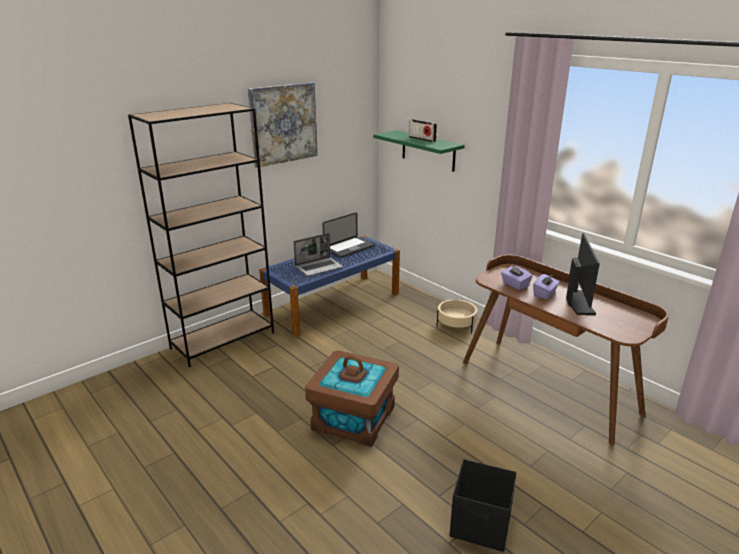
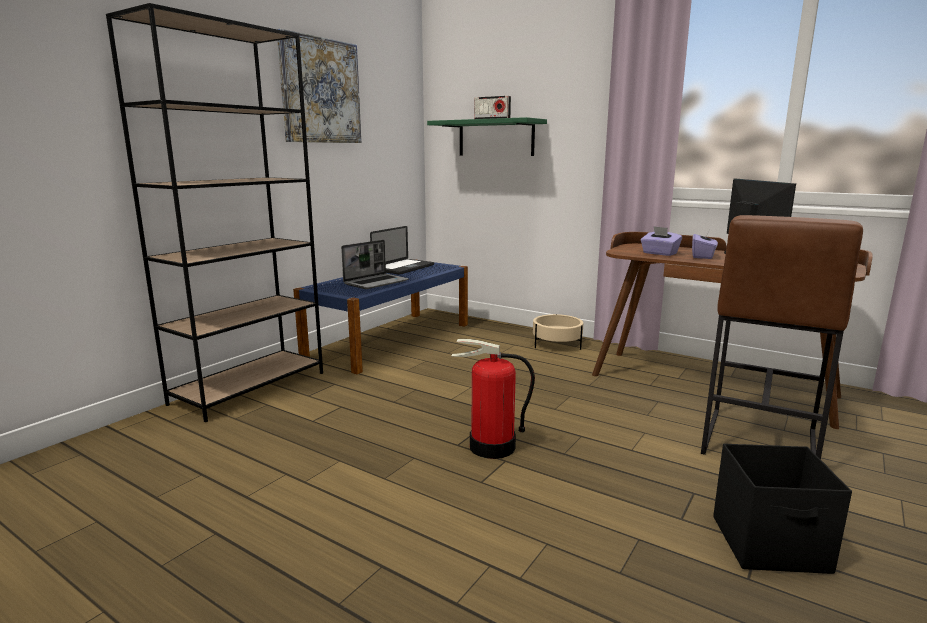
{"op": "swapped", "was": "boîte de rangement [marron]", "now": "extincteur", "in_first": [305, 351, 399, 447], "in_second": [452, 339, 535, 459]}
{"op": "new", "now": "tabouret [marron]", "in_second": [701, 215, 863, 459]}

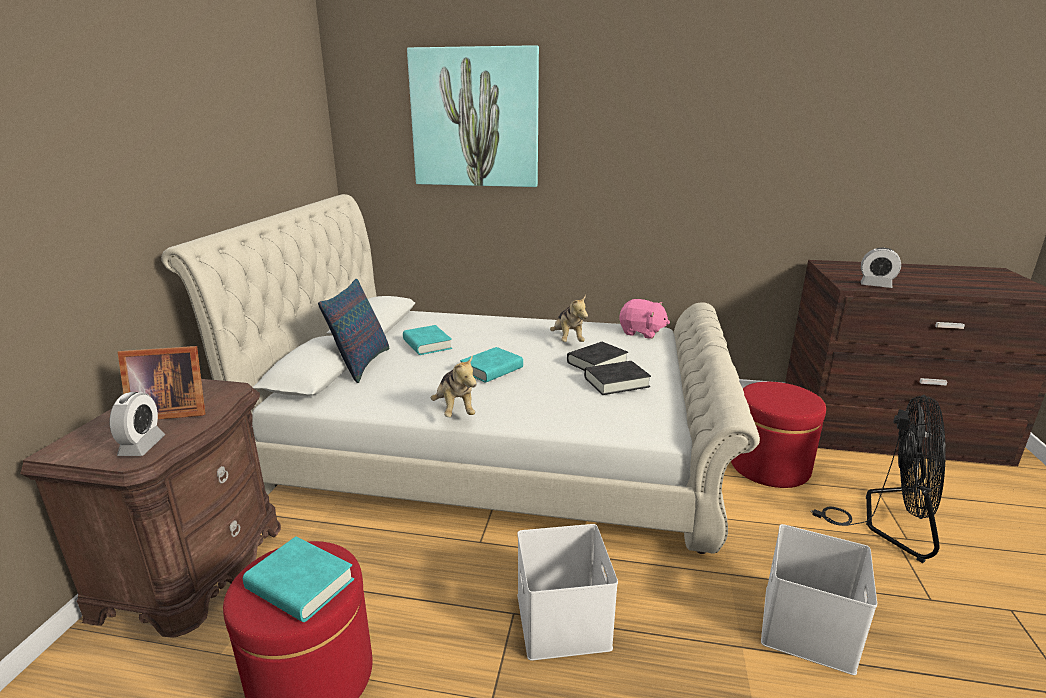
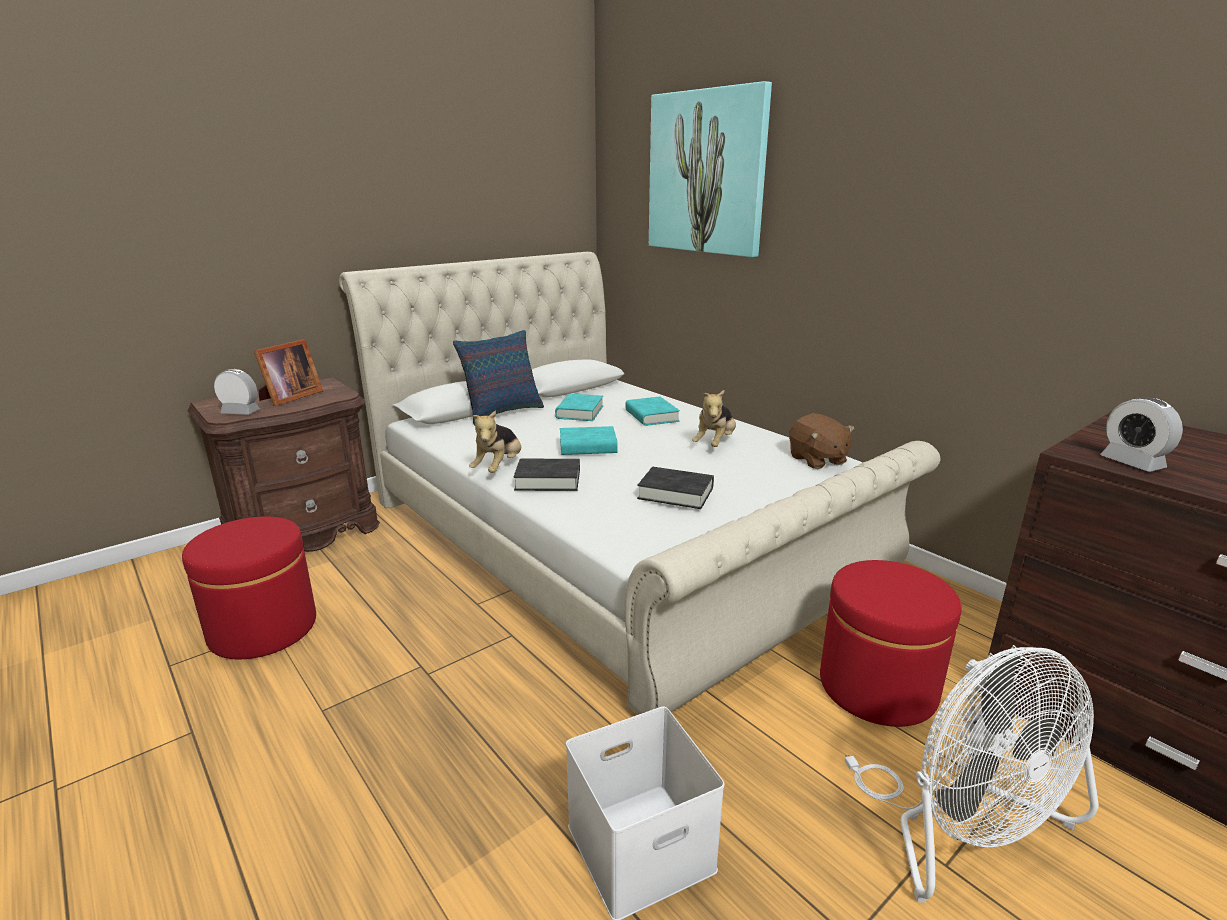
{"op": "rotated", "was": "réveil", "in_first": [110, 392, 165, 456], "in_second": [214, 369, 260, 415], "clockwise": -120}
{"op": "rotated", "was": "cadre photo", "in_first": [117, 346, 205, 419], "in_second": [254, 339, 323, 406], "clockwise": -90}
{"op": "shifted", "was": "livre [noir]", "in_first": [567, 342, 628, 370], "in_second": [514, 459, 580, 491]}
{"op": "shifted", "was": "livre [turquoise]", "in_first": [243, 536, 354, 622], "in_second": [625, 397, 680, 426]}
{"op": "repainted", "was": "peluche [rose]", "now": "peluche [marron]", "in_first": [619, 299, 670, 339], "in_second": [789, 413, 855, 469]}
{"op": "repainted", "was": "ventilateur [noir]", "now": "ventilateur [blanc]", "in_first": [810, 395, 946, 563], "in_second": [845, 645, 1099, 903]}
{"op": "gone", "was": "boîte de rangement [blanc]", "in_first": [517, 524, 618, 661]}

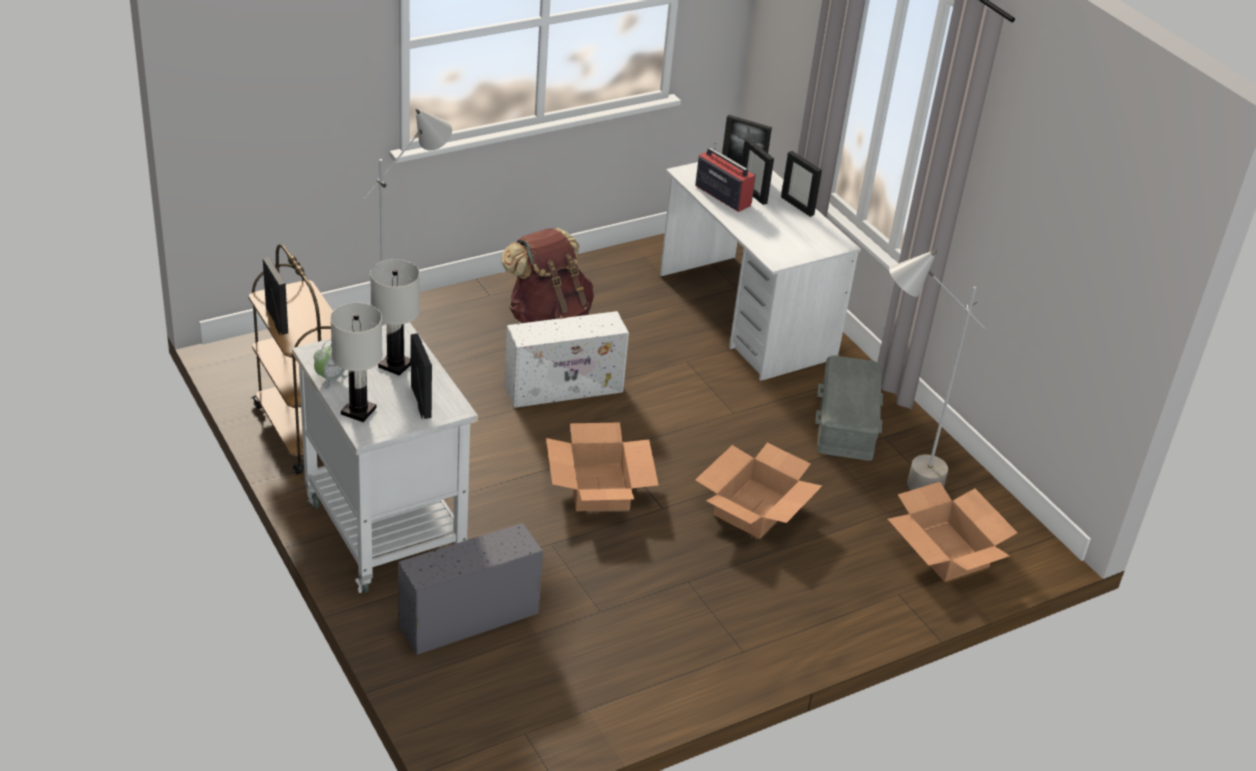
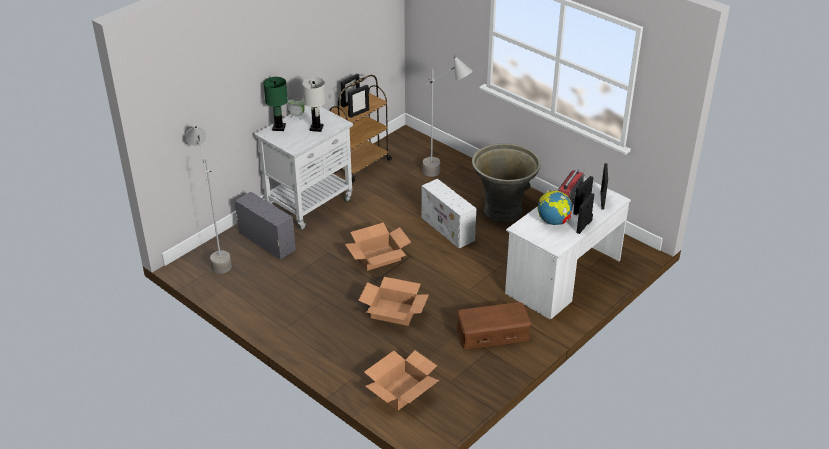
{"op": "shifted", "was": "lampadaire [gris]", "in_first": [889, 250, 985, 490], "in_second": [185, 126, 232, 274]}
{"op": "repainted", "was": "lampe de table [blanc]", "now": "lampe de table [vert]", "in_first": [330, 303, 383, 422], "in_second": [263, 77, 288, 131]}
{"op": "shifted", "was": "cadre photo", "in_first": [411, 333, 432, 419], "in_second": [348, 85, 369, 118]}
{"op": "repainted", "was": "boîte de rangement [gris]", "now": "boîte de rangement [marron]", "in_first": [815, 355, 883, 461], "in_second": [456, 302, 531, 349]}
{"op": "swapped", "was": "sac à dos [marron]", "now": "cache-pot [gris]", "in_first": [501, 228, 594, 323], "in_second": [472, 143, 541, 222]}
{"op": "new", "now": "globe", "in_second": [538, 189, 572, 225]}

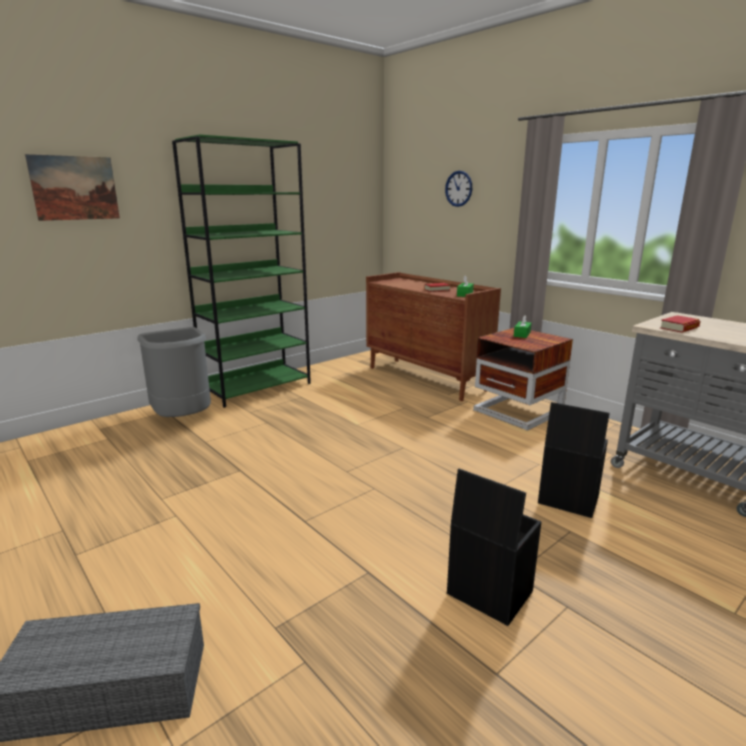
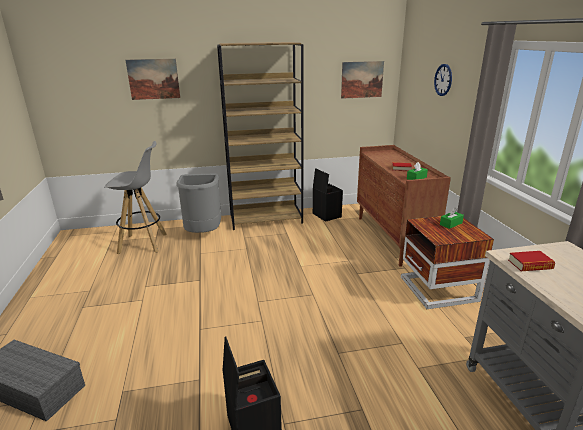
{"op": "new", "now": "tabouret [gris]", "in_second": [104, 141, 167, 254]}
{"op": "repainted", "was": "bibliothèque [vert]", "now": "bibliothèque [marron]", "in_first": [172, 134, 311, 408], "in_second": [217, 42, 304, 230]}
{"op": "shifted", "was": "boîte de rangement [noir]", "in_first": [538, 402, 610, 518], "in_second": [313, 168, 343, 222]}
{"op": "new", "now": "tableau", "in_second": [341, 61, 384, 99]}

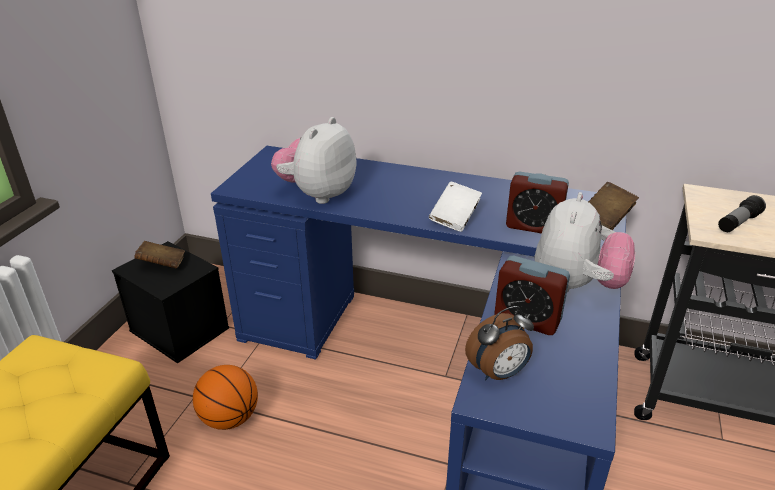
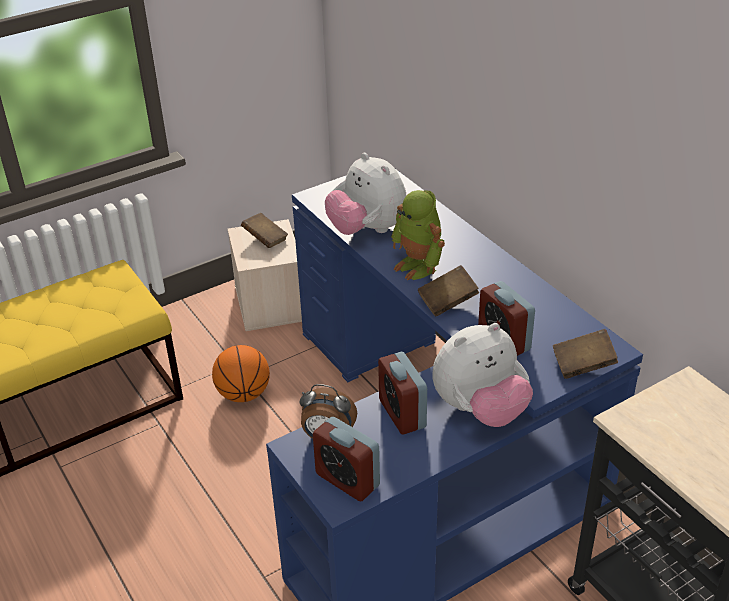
{"op": "repainted", "was": "boîte de rangement [noir]", "now": "boîte de rangement [beige]", "in_first": [112, 241, 229, 364], "in_second": [228, 219, 302, 331]}
{"op": "new", "now": "réveil", "in_second": [313, 417, 380, 502]}
{"op": "rotated", "was": "peluche", "in_first": [271, 117, 356, 204], "in_second": [325, 153, 406, 235], "clockwise": -105}
{"op": "new", "now": "robot jouet", "in_second": [391, 190, 445, 280]}
{"op": "repainted", "was": "livre [blanc]", "now": "livre [marron]", "in_first": [429, 182, 482, 232], "in_second": [418, 265, 479, 316]}
{"op": "gone", "was": "lampe de poche", "in_first": [718, 195, 766, 232]}

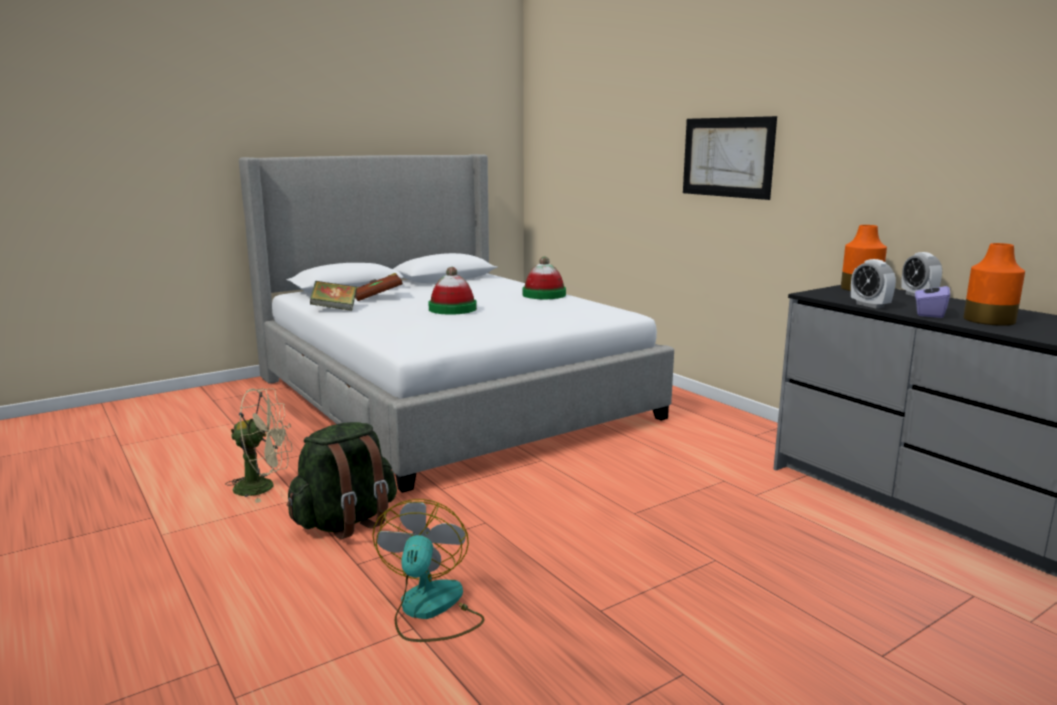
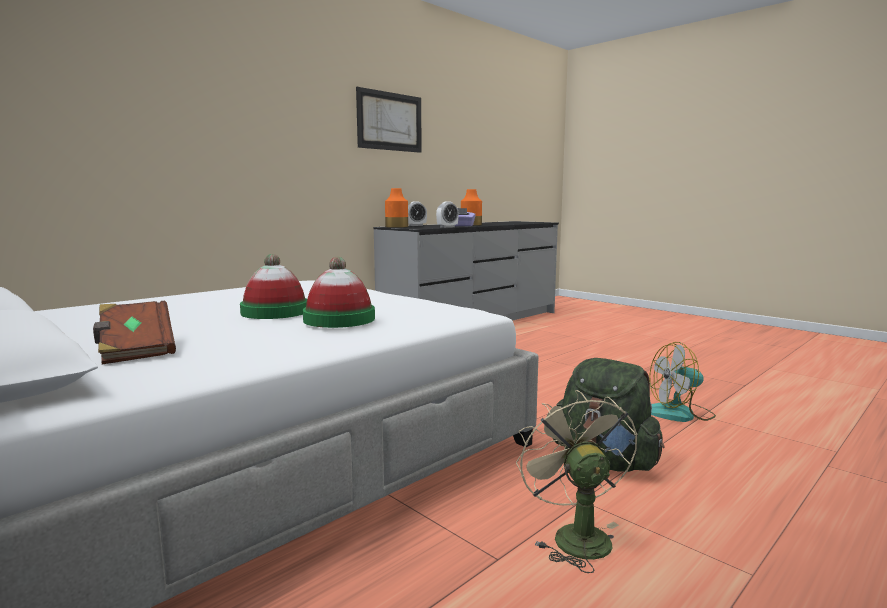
{"op": "shifted", "was": "chapeau", "in_first": [523, 256, 566, 299], "in_second": [303, 257, 375, 328]}
{"op": "shifted", "was": "tableau", "in_first": [683, 116, 777, 200], "in_second": [356, 87, 422, 153]}
{"op": "gone", "was": "livre", "in_first": [310, 281, 357, 311]}

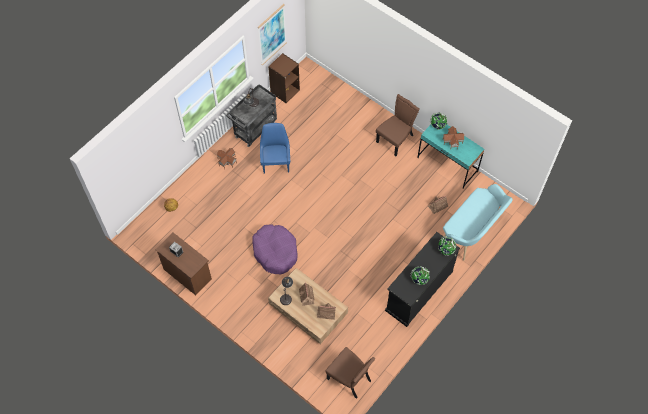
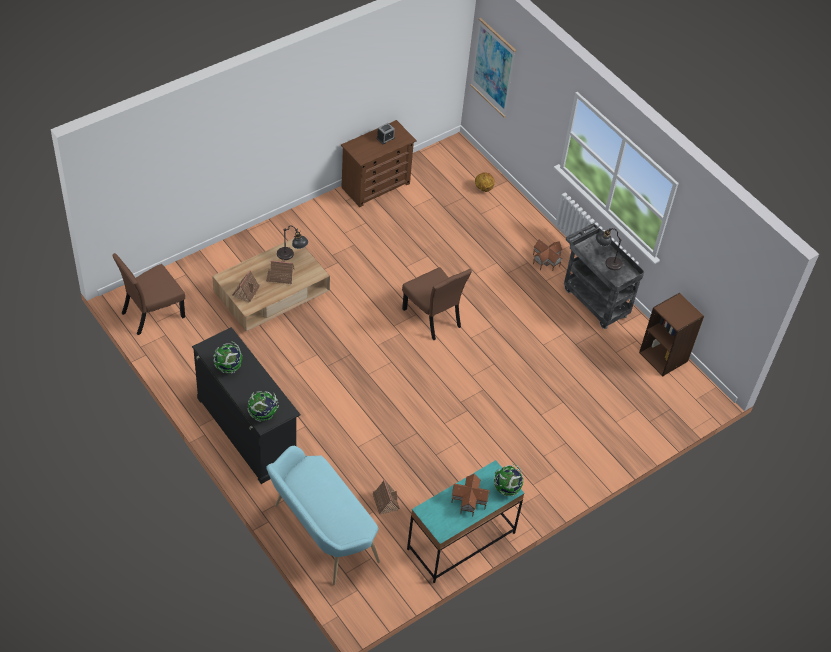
{"op": "shifted", "was": "chaise [marron]", "in_first": [376, 94, 420, 156], "in_second": [402, 267, 472, 340]}
{"op": "shifted", "was": "tableau", "in_first": [258, 4, 287, 66], "in_second": [470, 18, 516, 118]}
{"op": "gone", "was": "panier pour chien [violet]", "in_first": [252, 225, 298, 275]}
{"op": "gone", "was": "chaise [bleu]", "in_first": [260, 123, 290, 174]}

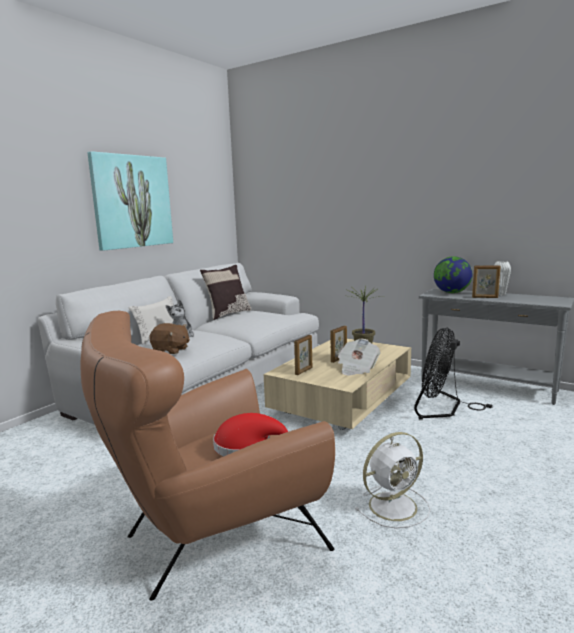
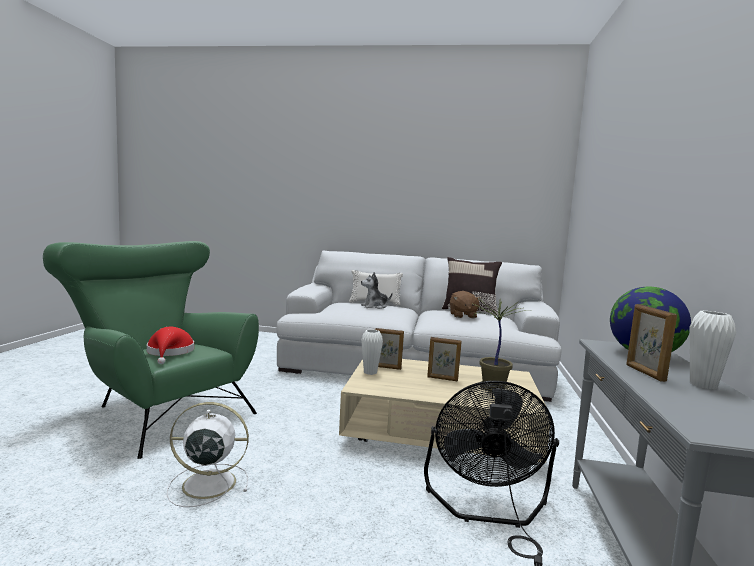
{"op": "repainted", "was": "fauteuil [marron]", "now": "fauteuil [vert]", "in_first": [80, 311, 335, 601], "in_second": [43, 241, 259, 459]}
{"op": "rotated", "was": "ventilateur [blanc]", "in_first": [355, 432, 430, 529], "in_second": [167, 402, 249, 507], "clockwise": 135}
{"op": "new", "now": "vase [blanc]", "in_second": [361, 329, 383, 375]}
{"op": "shifted", "was": "peluche [marron]", "in_first": [149, 323, 190, 354], "in_second": [450, 291, 482, 318]}
{"op": "gone", "was": "tableau", "in_first": [87, 151, 173, 251]}
{"op": "gone", "was": "journal", "in_first": [338, 339, 380, 375]}

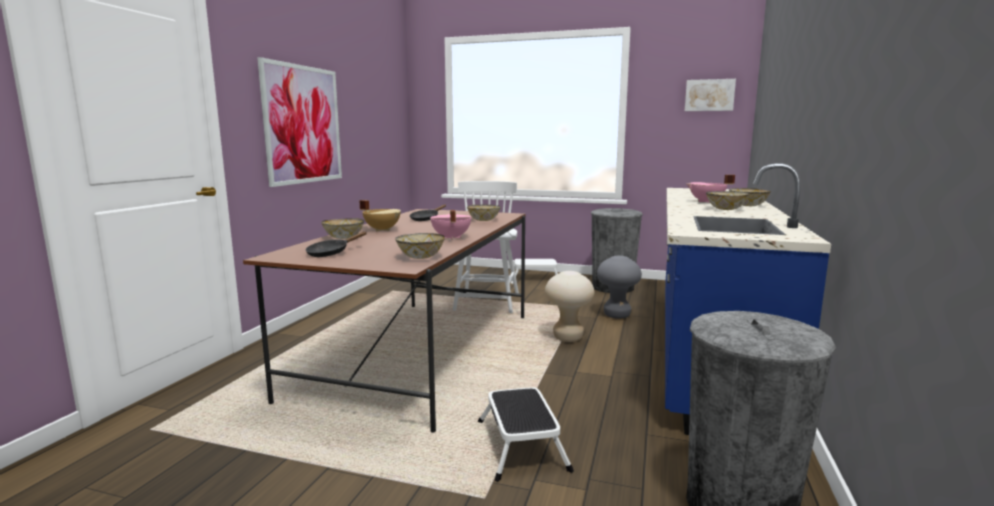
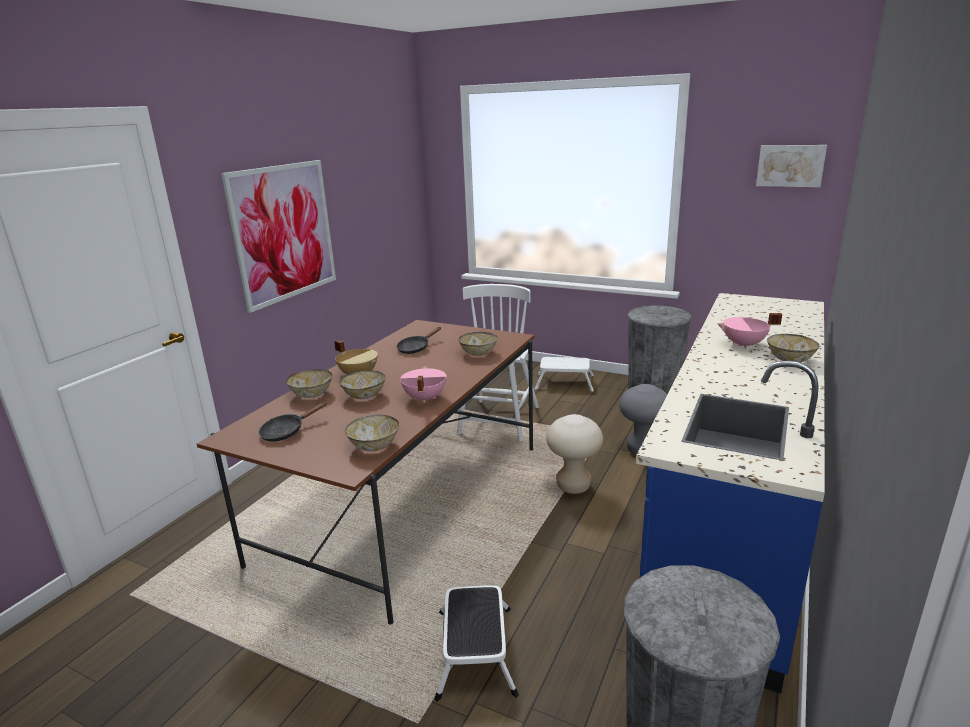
{"op": "shifted", "was": "bol", "in_first": [706, 191, 749, 210], "in_second": [339, 370, 386, 399]}

